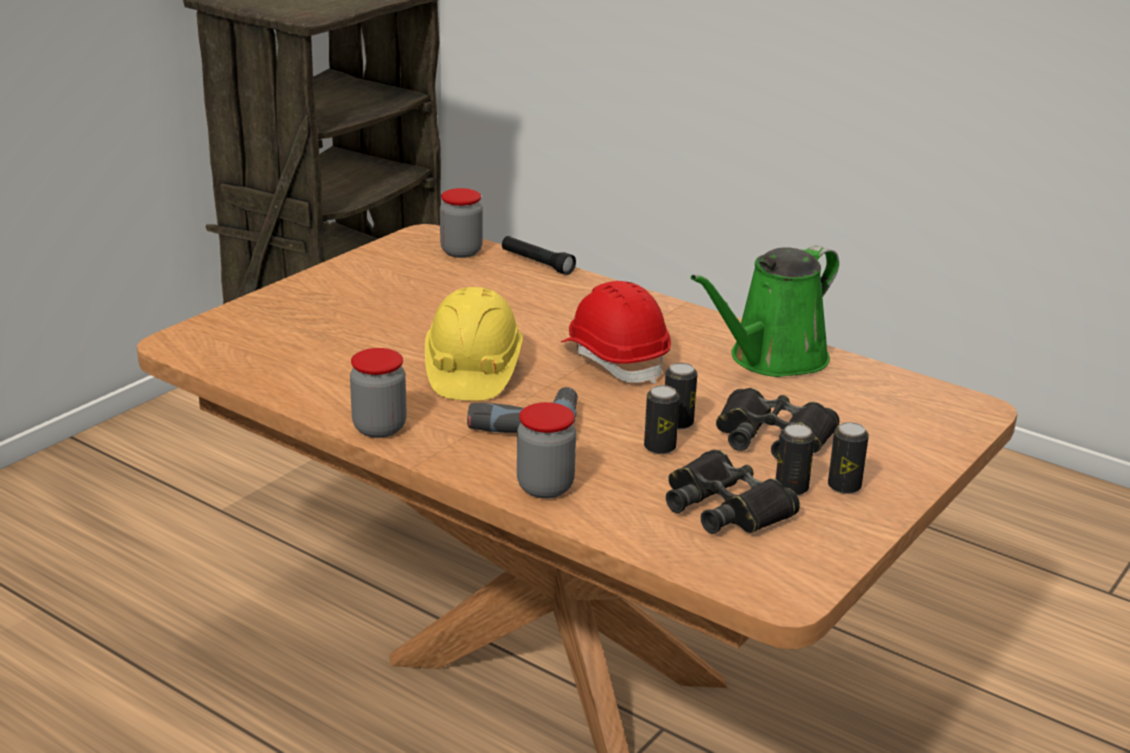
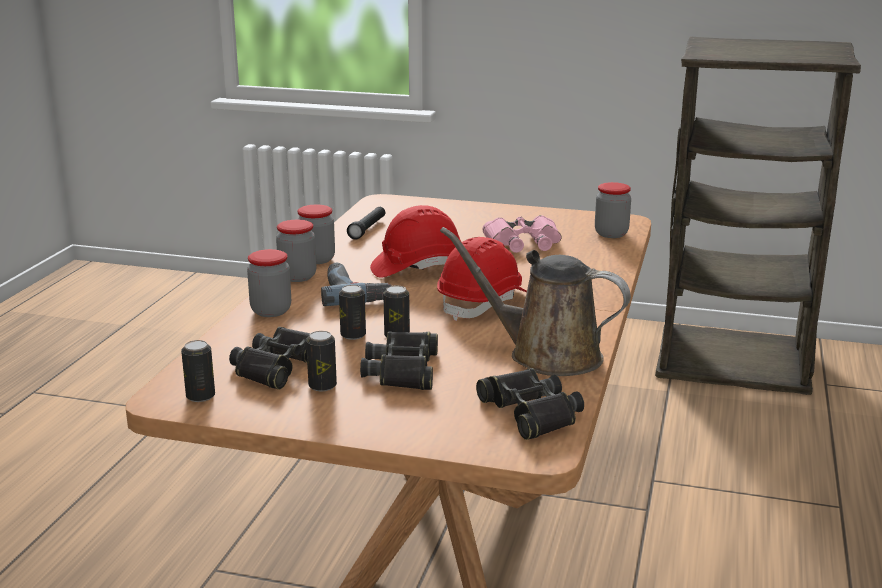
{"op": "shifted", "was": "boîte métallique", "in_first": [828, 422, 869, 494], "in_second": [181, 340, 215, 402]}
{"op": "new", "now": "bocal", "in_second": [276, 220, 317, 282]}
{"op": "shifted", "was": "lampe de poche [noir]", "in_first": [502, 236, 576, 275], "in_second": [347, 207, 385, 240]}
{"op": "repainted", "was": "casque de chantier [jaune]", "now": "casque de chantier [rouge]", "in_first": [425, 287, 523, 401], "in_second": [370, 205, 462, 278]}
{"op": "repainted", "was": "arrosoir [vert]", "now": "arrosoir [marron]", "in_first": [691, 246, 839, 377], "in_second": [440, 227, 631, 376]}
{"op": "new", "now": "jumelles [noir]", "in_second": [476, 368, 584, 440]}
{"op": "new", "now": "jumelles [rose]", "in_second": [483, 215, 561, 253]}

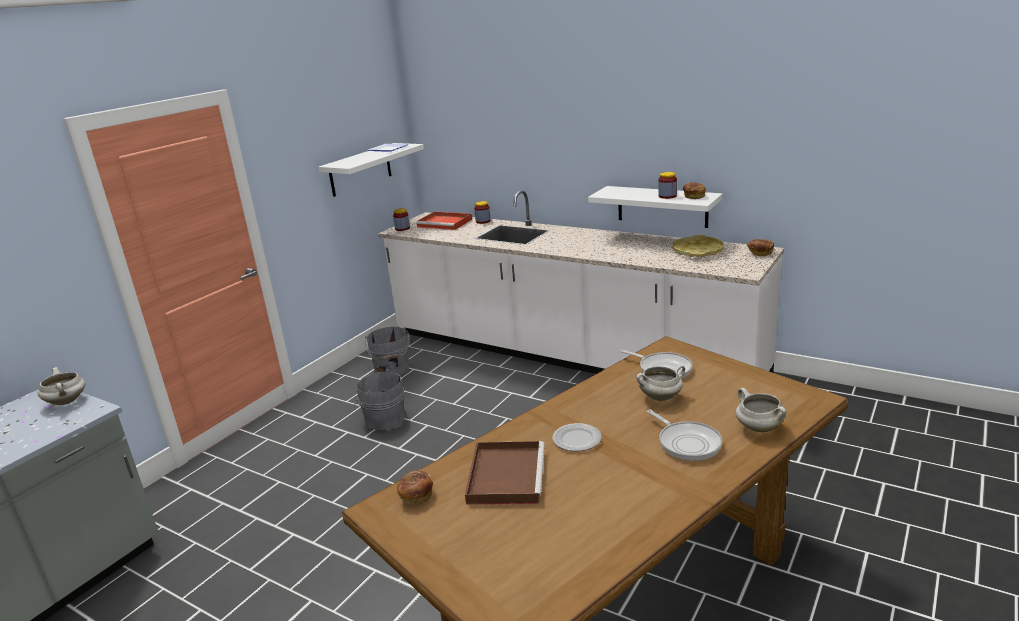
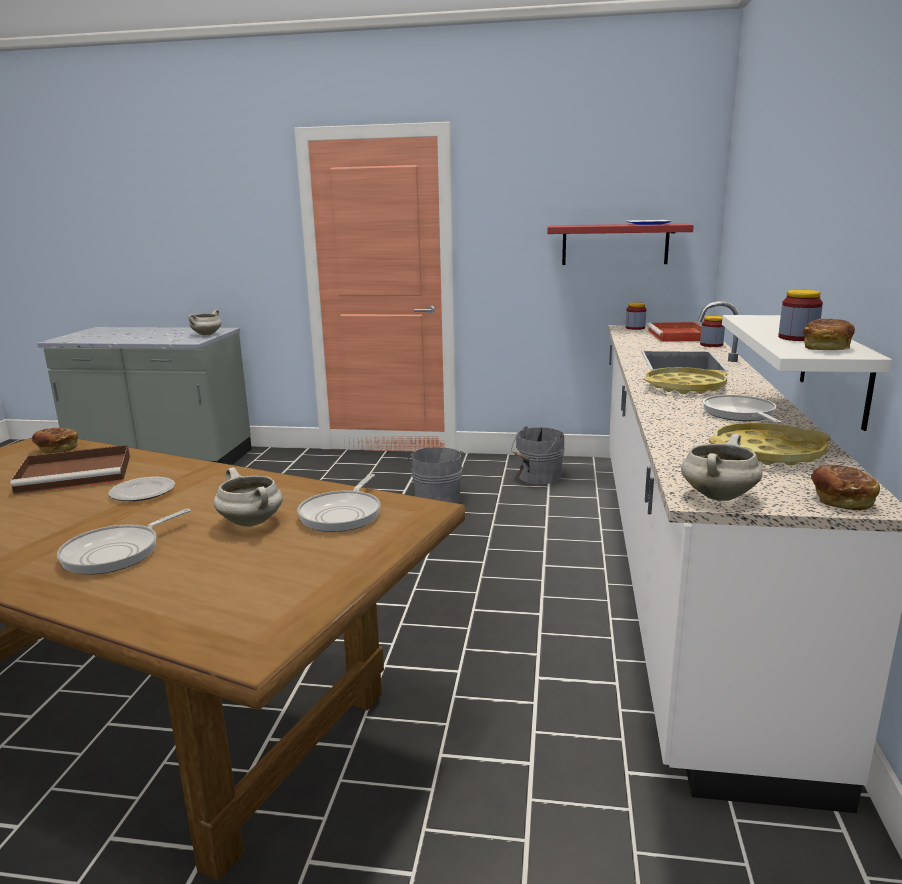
{"op": "repainted", "was": "étagère [blanc]", "now": "étagère [rouge]", "in_first": [318, 143, 424, 197], "in_second": [547, 223, 694, 265]}
{"op": "new", "now": "plateau [jaune]", "in_second": [644, 367, 728, 394]}
{"op": "shifted", "was": "marmite [blanc]", "in_first": [736, 388, 787, 432], "in_second": [681, 434, 763, 501]}
{"op": "new", "now": "poêle", "in_second": [703, 395, 781, 423]}

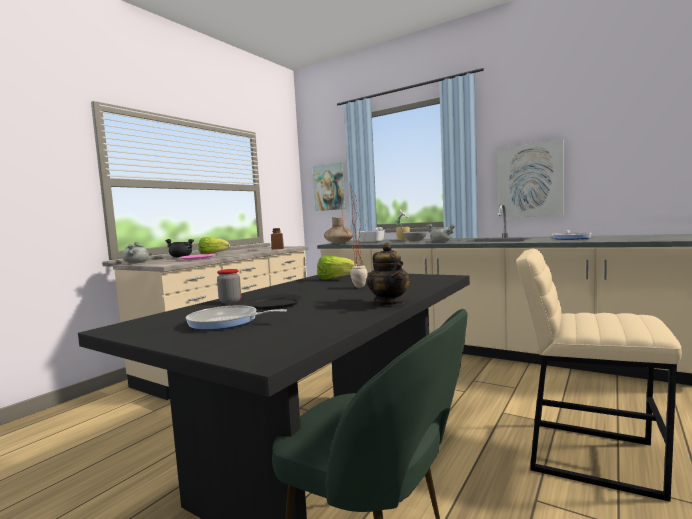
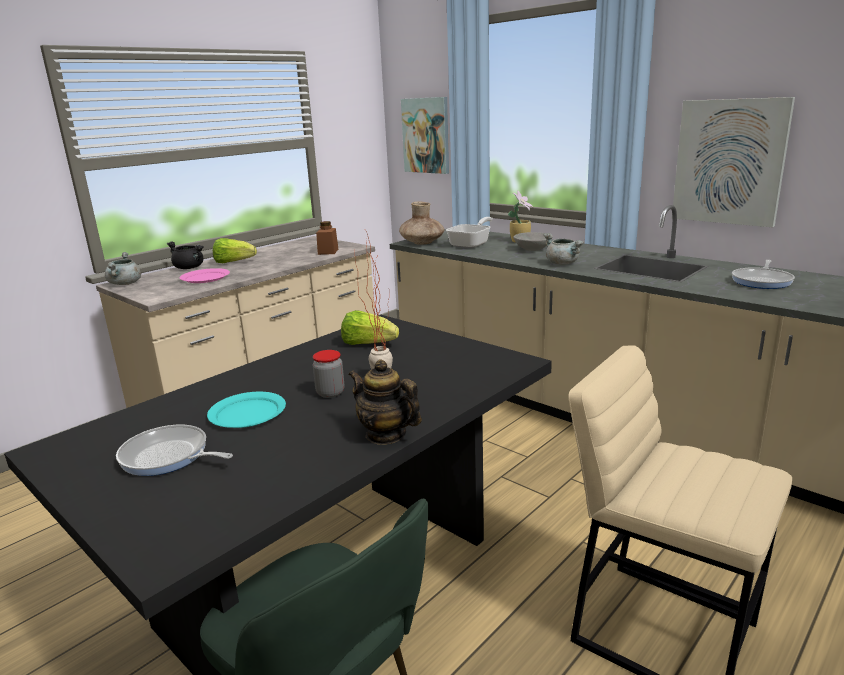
{"op": "repainted", "was": "assiette [noir]", "now": "assiette [turquoise]", "in_first": [244, 294, 303, 310], "in_second": [207, 392, 286, 428]}
{"op": "shifted", "was": "bocal", "in_first": [217, 269, 241, 303], "in_second": [313, 350, 344, 398]}
{"op": "rotated", "was": "théière", "in_first": [367, 243, 410, 305], "in_second": [348, 359, 422, 445], "clockwise": 135}

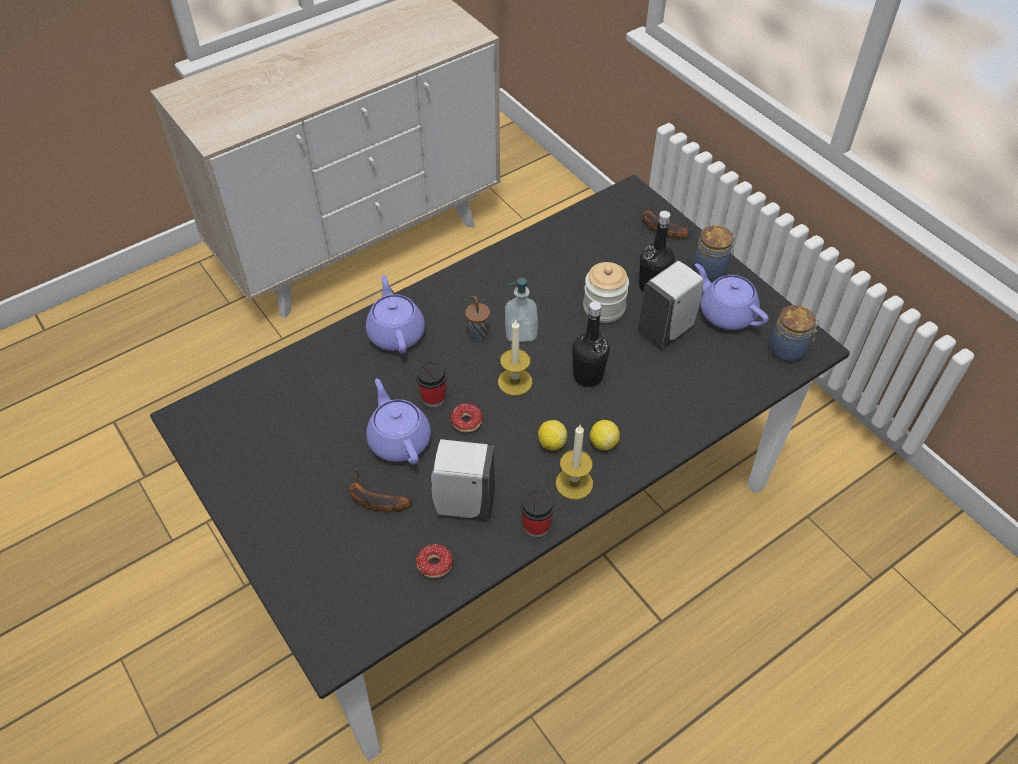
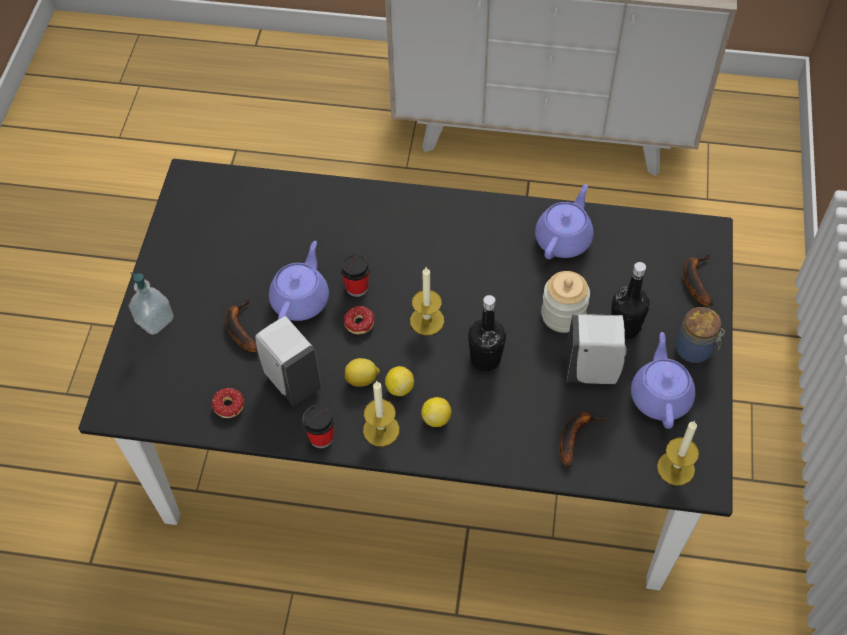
{"op": "shifted", "was": "distributeur de savon", "in_first": [505, 278, 538, 342], "in_second": [129, 272, 174, 335]}
{"op": "new", "now": "citron", "in_second": [345, 358, 380, 387]}
{"op": "shifted", "was": "théière [violet]", "in_first": [366, 275, 425, 353], "in_second": [535, 184, 593, 259]}
{"op": "new", "now": "banane", "in_second": [560, 412, 606, 467]}
{"op": "swapped", "was": "bocal", "now": "bougie", "in_first": [769, 305, 820, 362], "in_second": [657, 421, 699, 486]}
{"op": "gone", "was": "tasse [marron]", "in_first": [465, 296, 490, 340]}

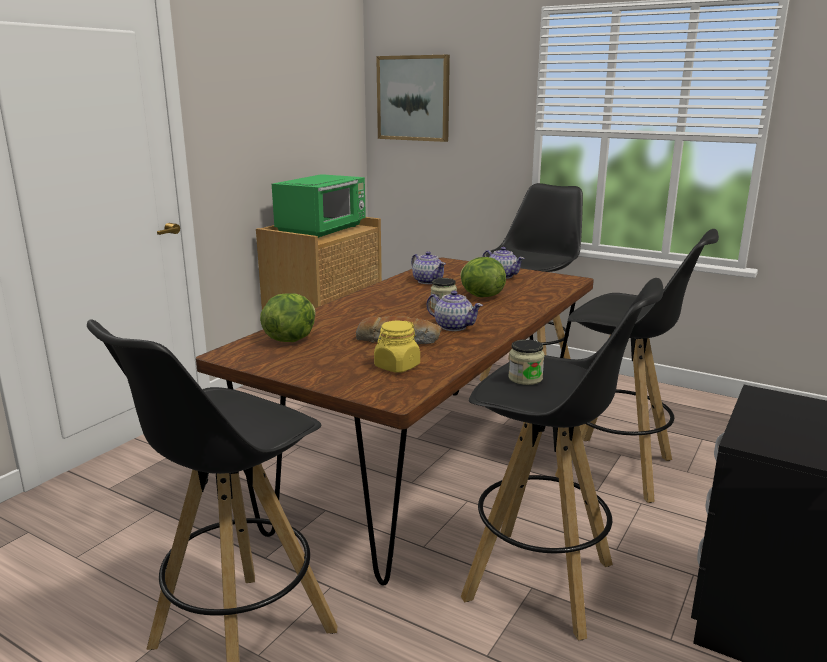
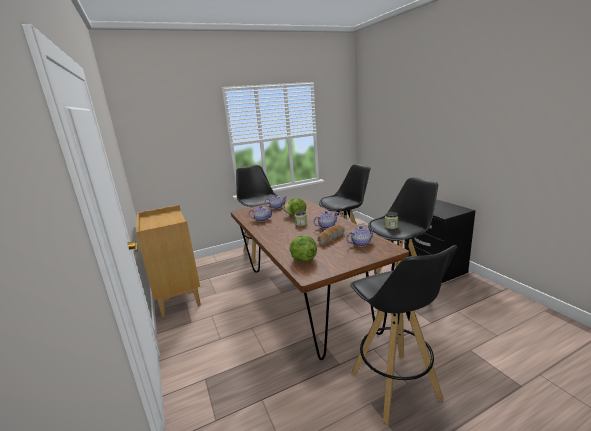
{"op": "swapped", "was": "bocal [jaune]", "now": "théière", "in_first": [374, 321, 420, 373], "in_second": [346, 226, 375, 247]}
{"op": "gone", "was": "micro-ondes [vert]", "in_first": [272, 174, 366, 238]}
{"op": "gone", "was": "tableau", "in_first": [376, 55, 450, 142]}

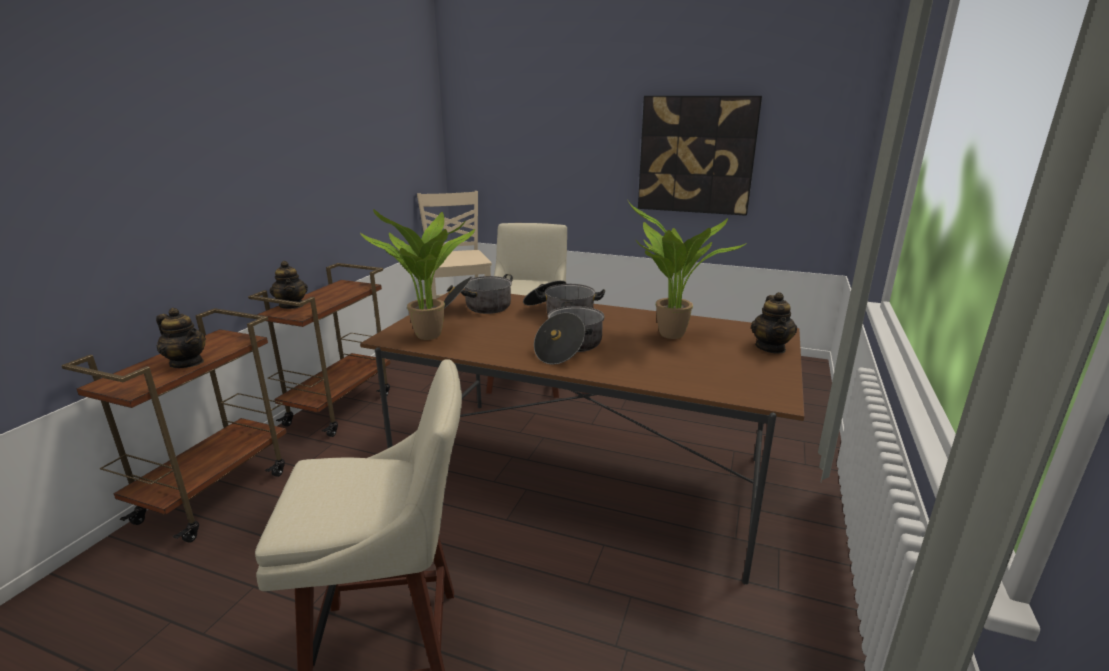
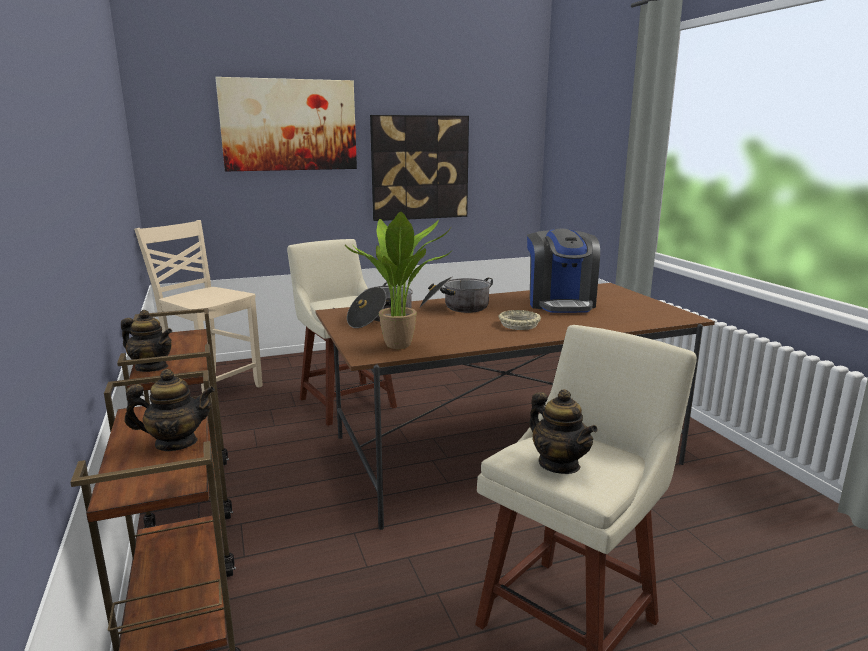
{"op": "new", "now": "tableau", "in_second": [215, 77, 357, 171]}
{"op": "swapped", "was": "marmite", "now": "bol [beige]", "in_first": [534, 302, 604, 365], "in_second": [499, 310, 541, 330]}
{"op": "swapped", "was": "plante en pot", "now": "machine à café", "in_first": [628, 201, 747, 339], "in_second": [527, 229, 600, 313]}
{"op": "shifted", "was": "théière", "in_first": [751, 292, 797, 354], "in_second": [529, 389, 598, 474]}

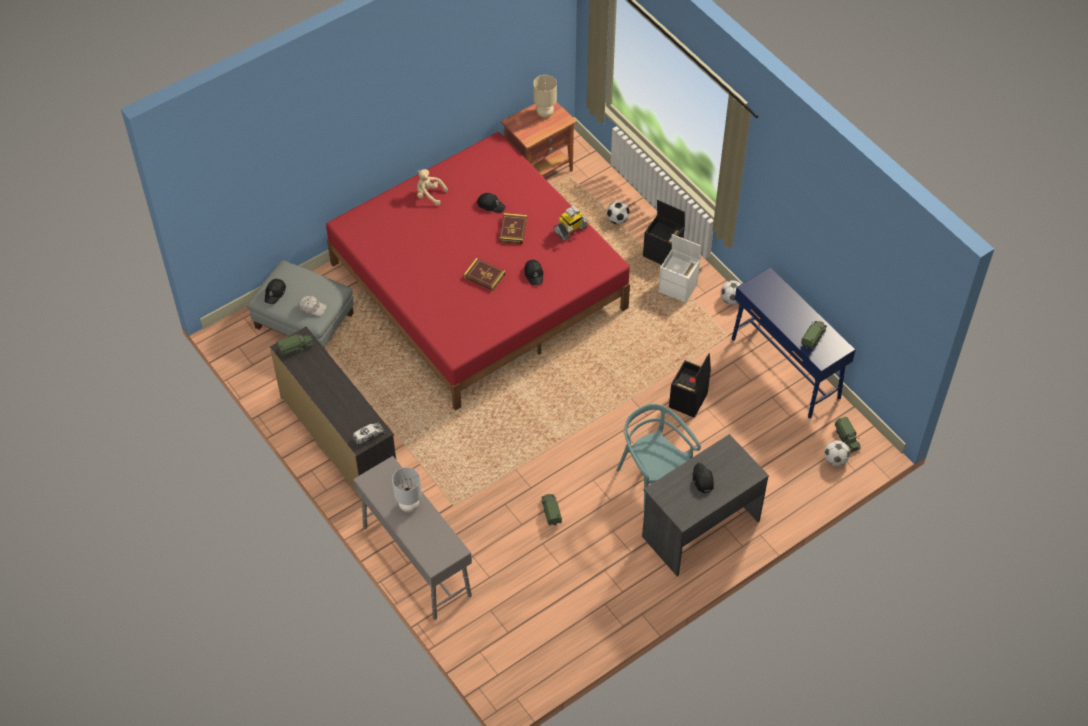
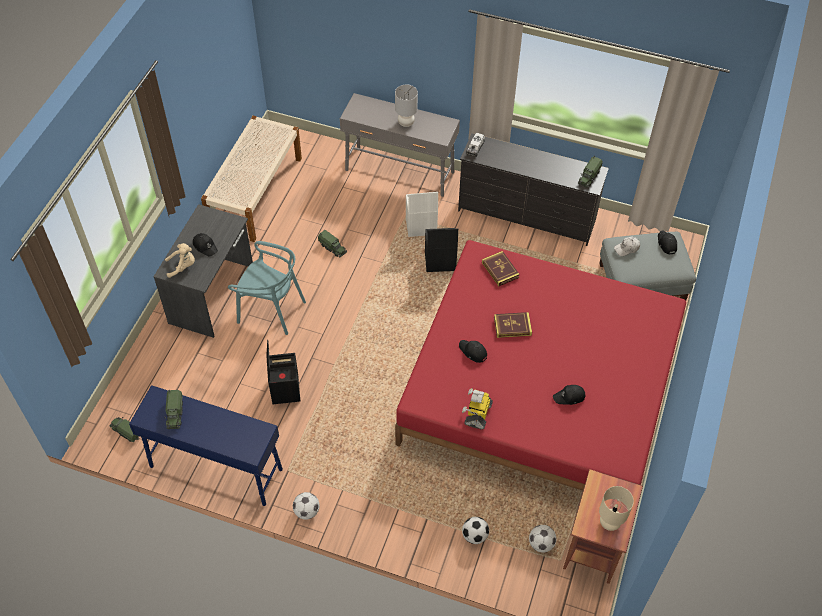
{"op": "shifted", "was": "peluche [beige]", "in_first": [417, 169, 448, 206], "in_second": [165, 243, 195, 278]}
{"op": "new", "now": "banc [beige]", "in_second": [201, 115, 302, 242]}
{"op": "shifted", "was": "boîte de rangement [blanc]", "in_first": [658, 234, 701, 303], "in_second": [406, 192, 438, 237]}
{"op": "shifted", "was": "boîte de rangement [noir]", "in_first": [643, 200, 685, 265], "in_second": [425, 228, 458, 272]}
{"op": "shifted", "was": "livre", "in_first": [499, 213, 527, 244], "in_second": [482, 251, 520, 287]}
{"op": "shifted", "was": "ballon de foot", "in_first": [824, 440, 850, 466], "in_second": [529, 525, 557, 553]}

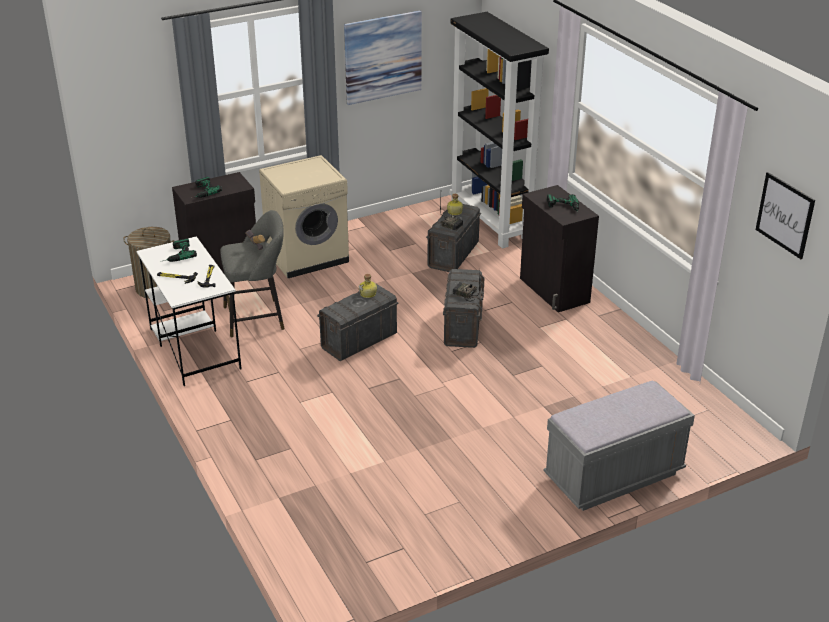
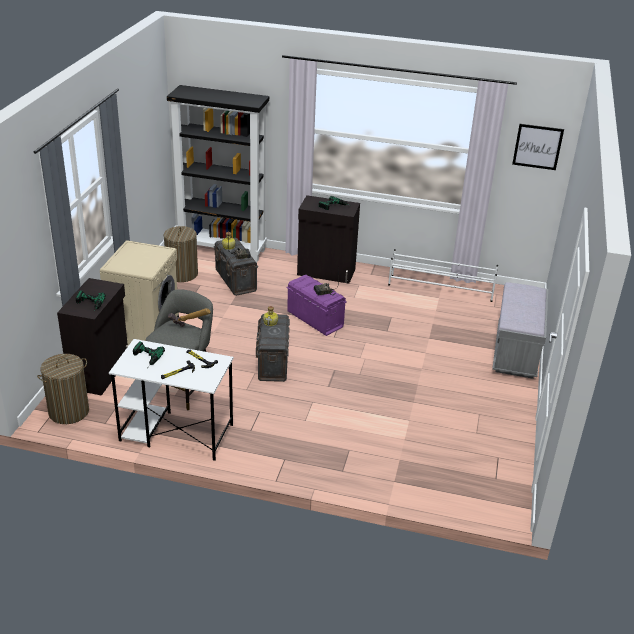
{"op": "new", "now": "panier à linge", "in_second": [164, 226, 198, 282]}
{"op": "repainted", "was": "boîte de rangement [gris]", "now": "boîte de rangement [violet]", "in_first": [443, 269, 484, 348], "in_second": [286, 275, 347, 336]}
{"op": "new", "now": "étagère à chaussures [blanc]", "in_second": [388, 249, 498, 302]}
{"op": "gone", "was": "tableau", "in_first": [344, 10, 422, 105]}

